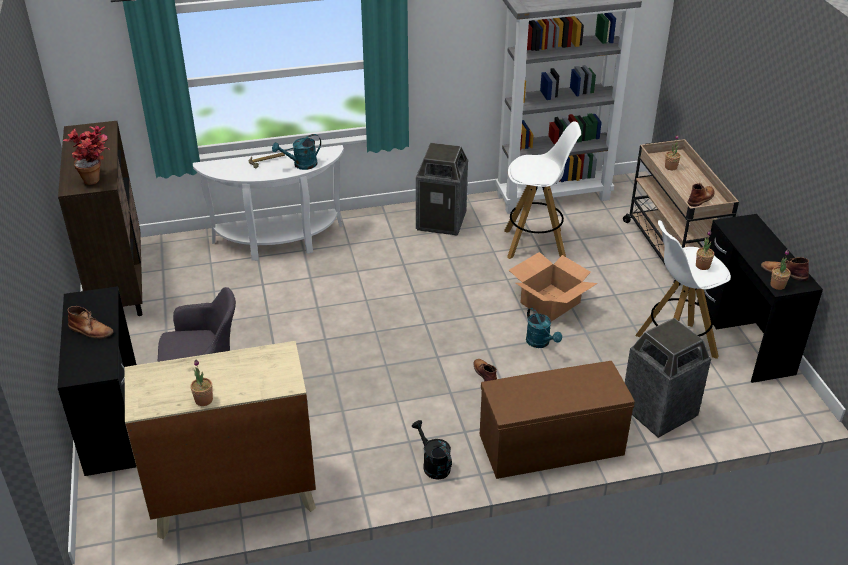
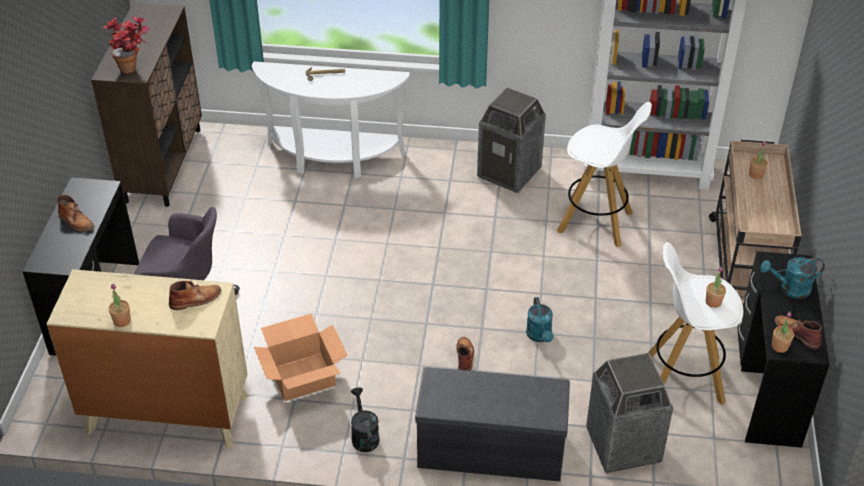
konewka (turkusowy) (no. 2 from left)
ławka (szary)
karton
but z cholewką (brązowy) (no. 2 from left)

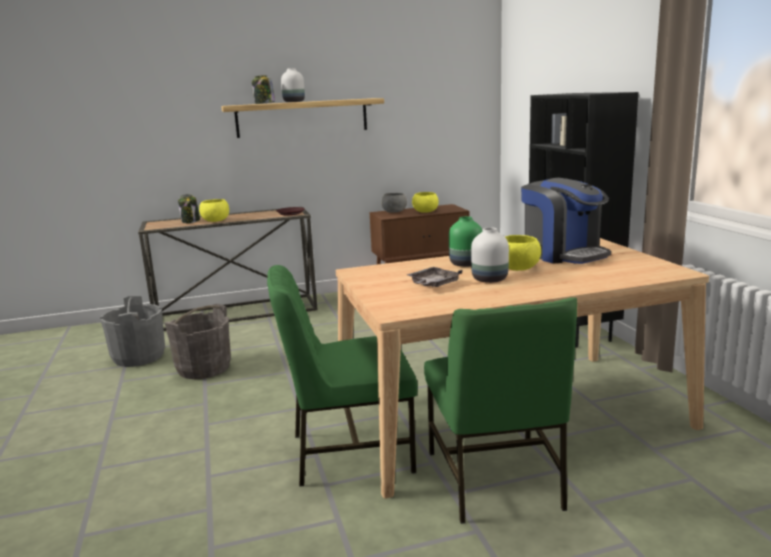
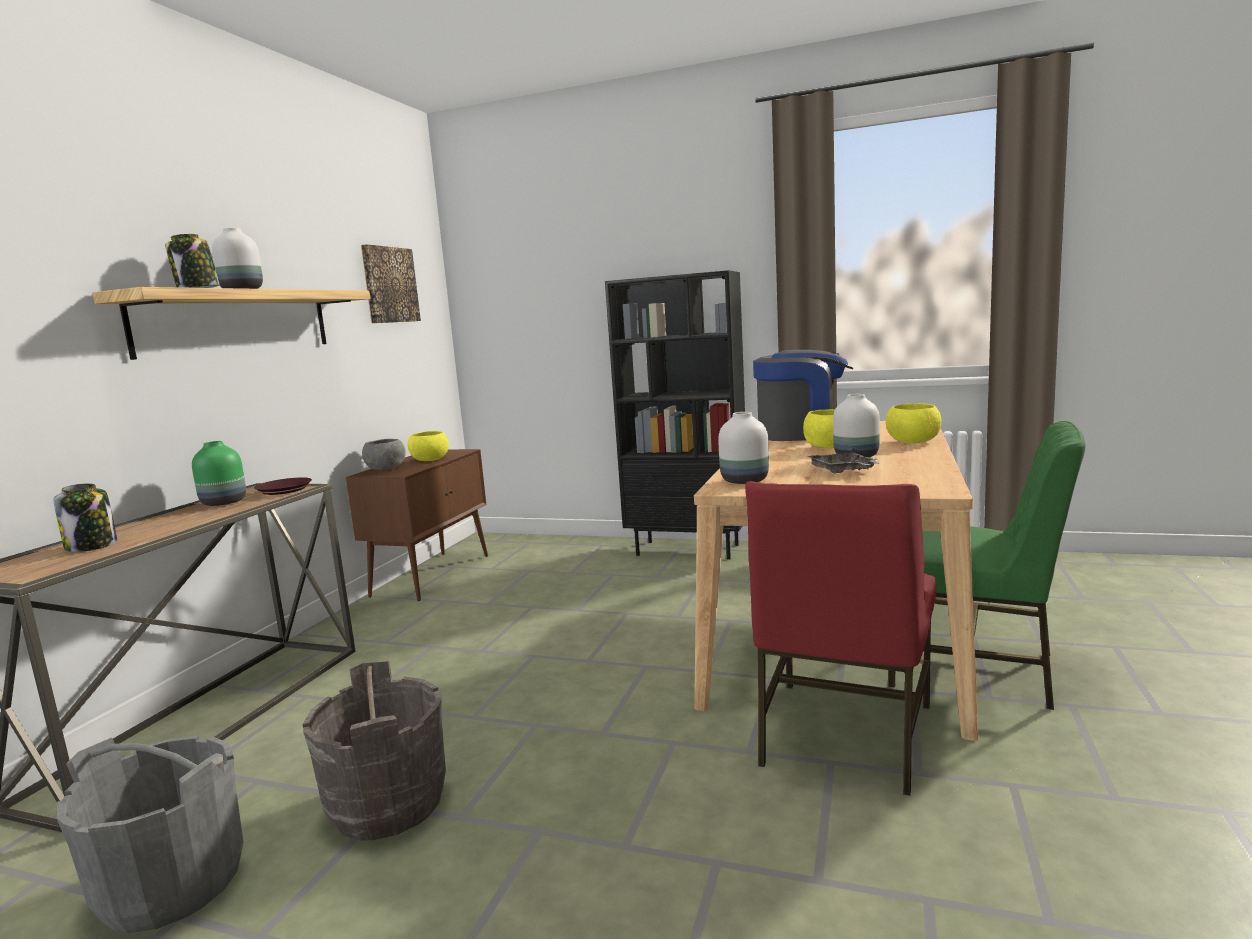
miska (żółty) (no. 3 from left)
krzesło (czerwony)
wazon (zielony)
obraz
wazon (biały) (no. 2 from left)

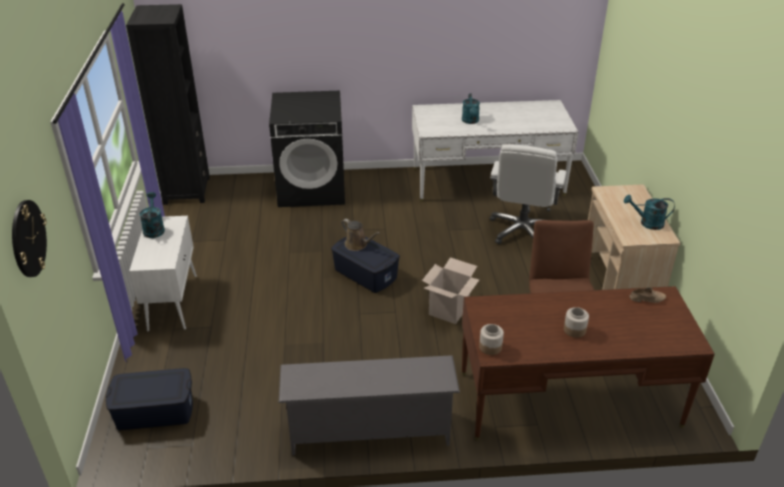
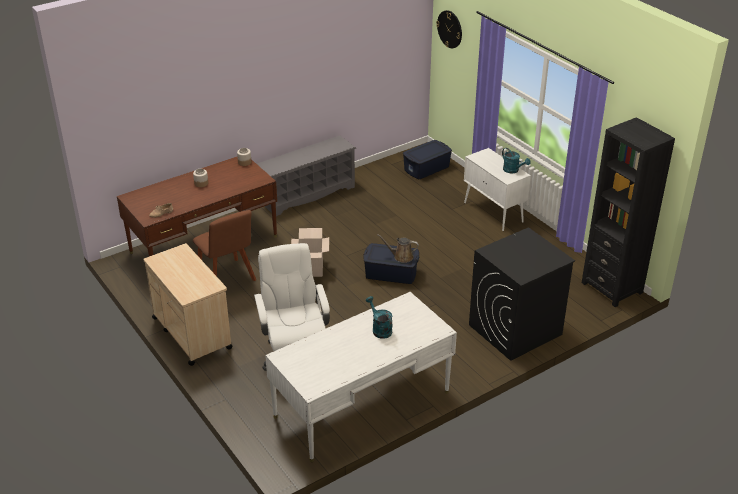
konewka (turkusowy) (no. 3 from left in the first image)

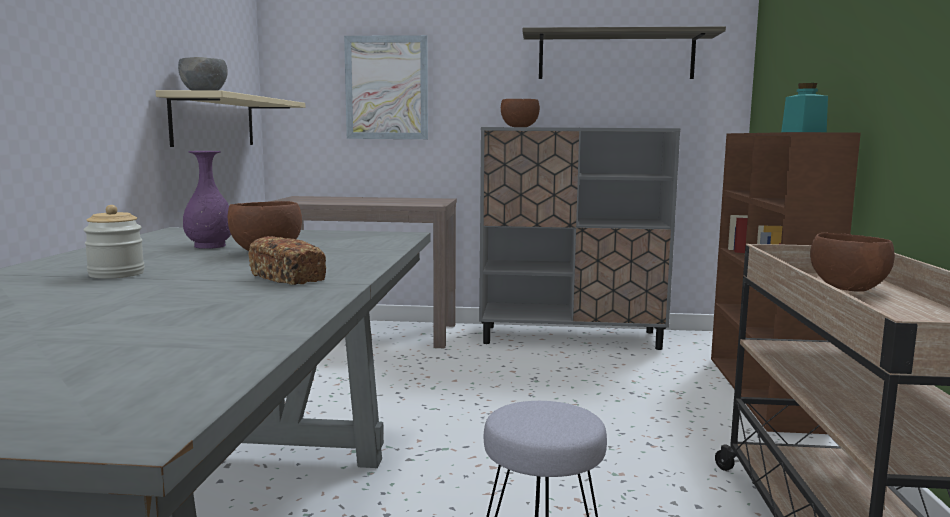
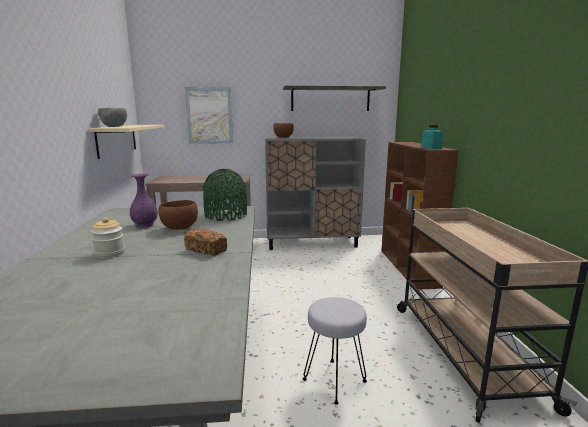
miska (brązowy) (no. 3 from left in the first image)
wazon (zielony)

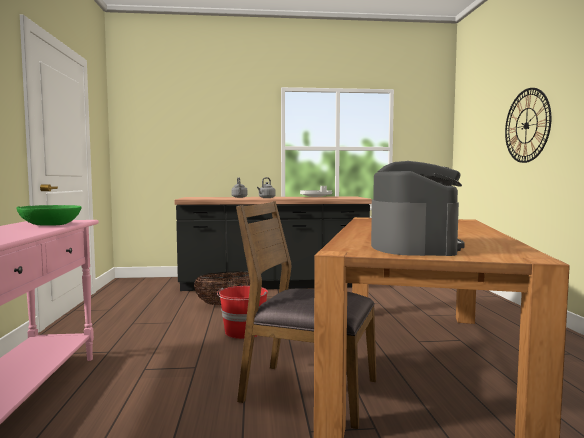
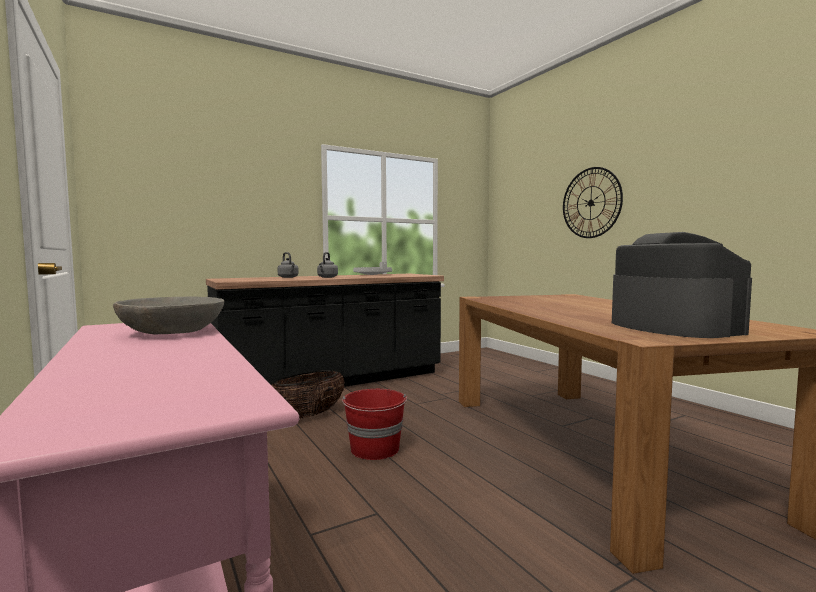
miska (szary)
krzesło (brązowy)

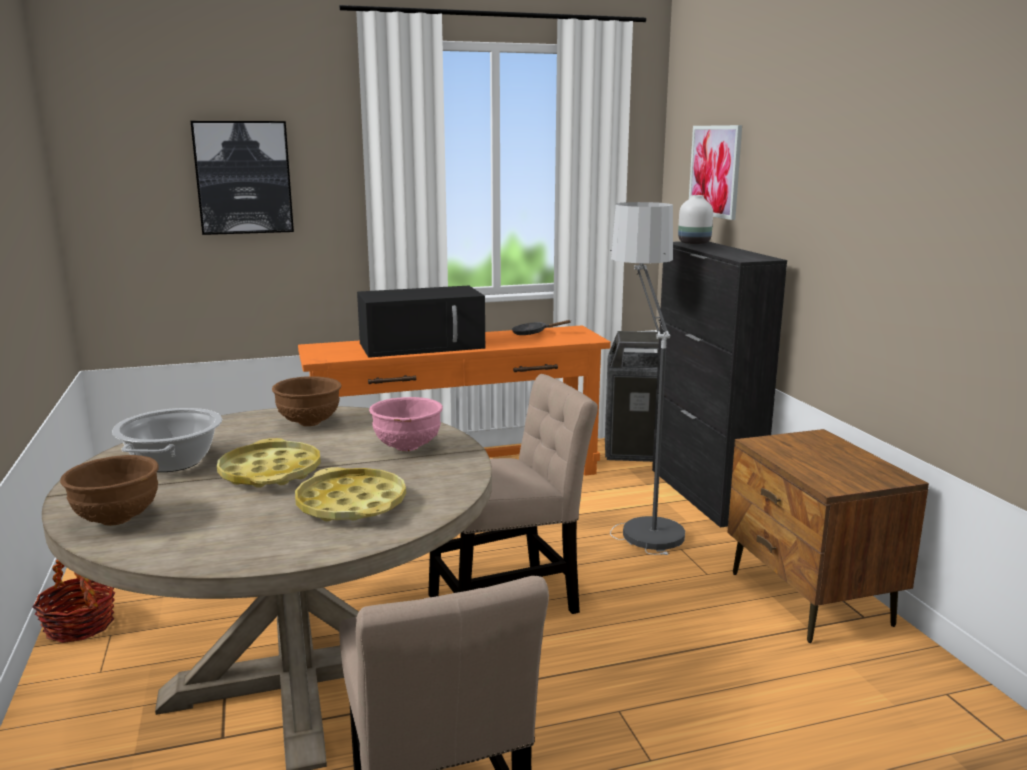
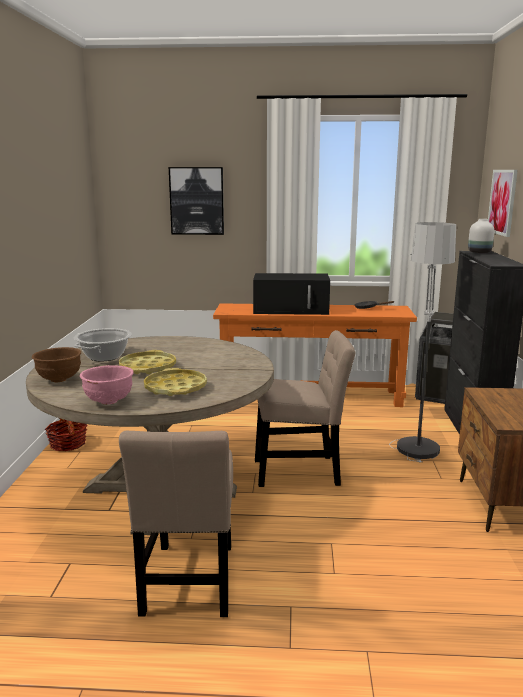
miska (brązowy) (no. 2 from left in the first image)
miska (różowy)

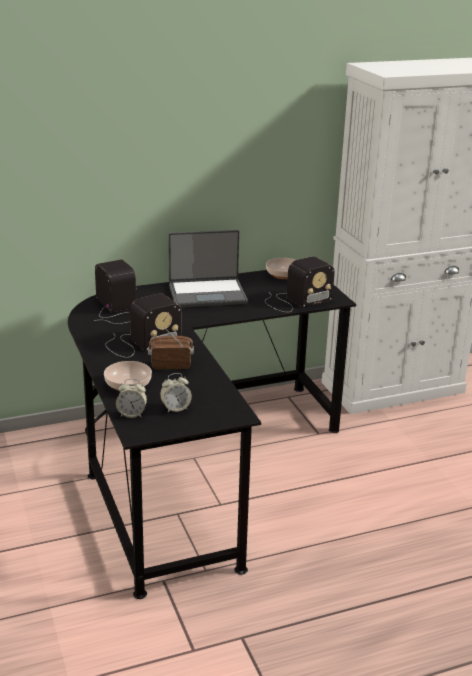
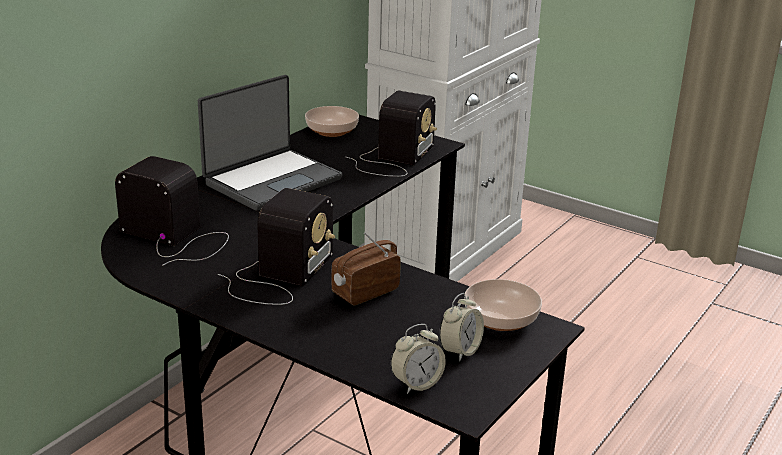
miska (no. 2 from left)

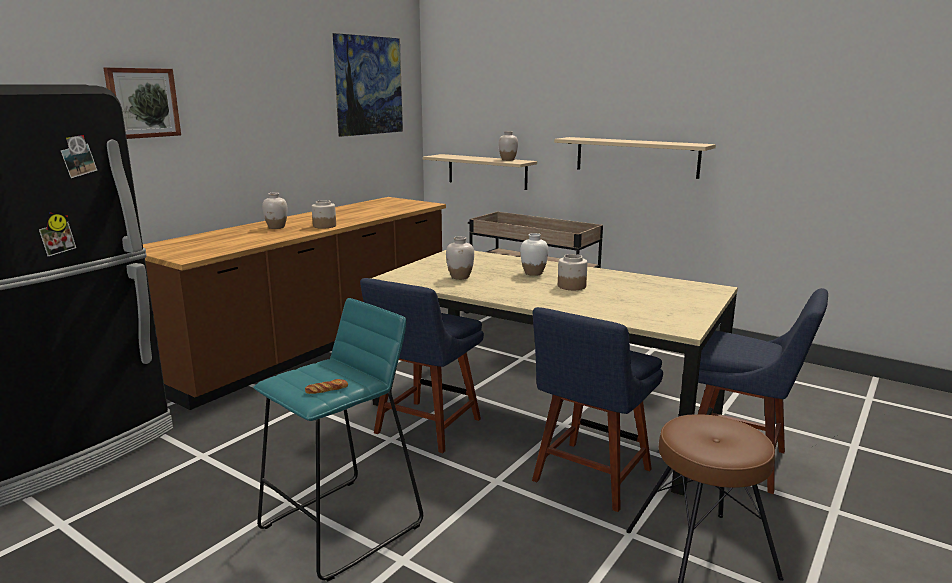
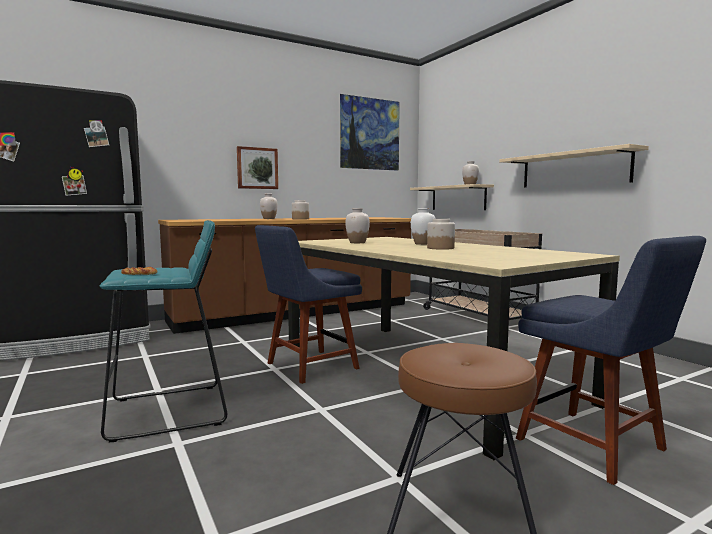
obraz (no. 1 from left)
krzesło (niebieski) (no. 2 from left in the first image)

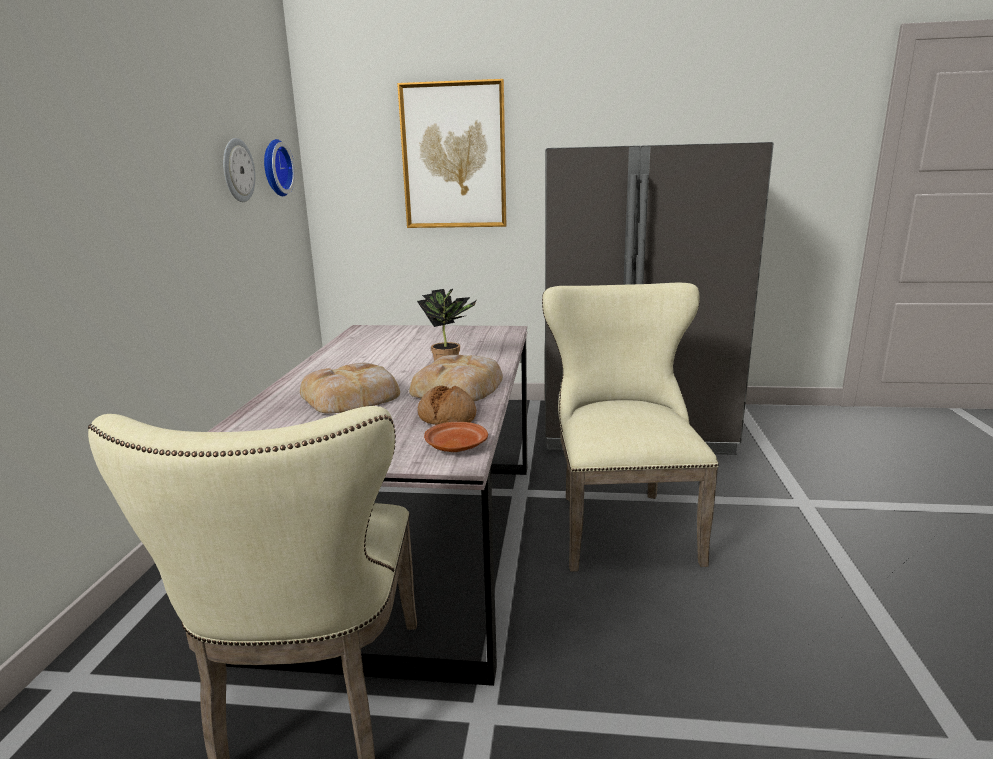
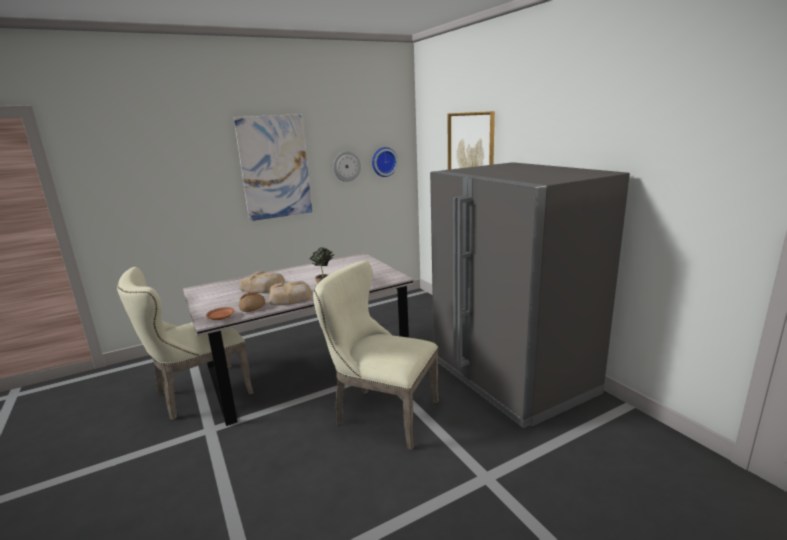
krzesło (beżowy) (no. 2 from left)
obraz (no. 1 from left)

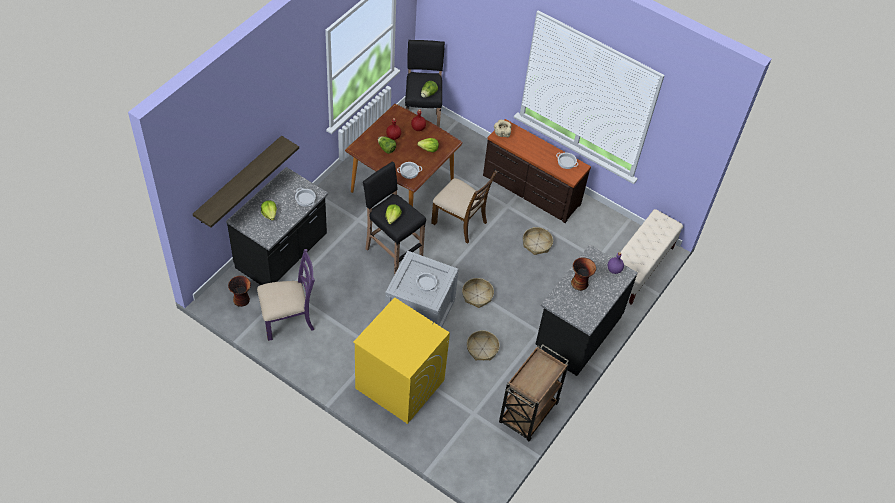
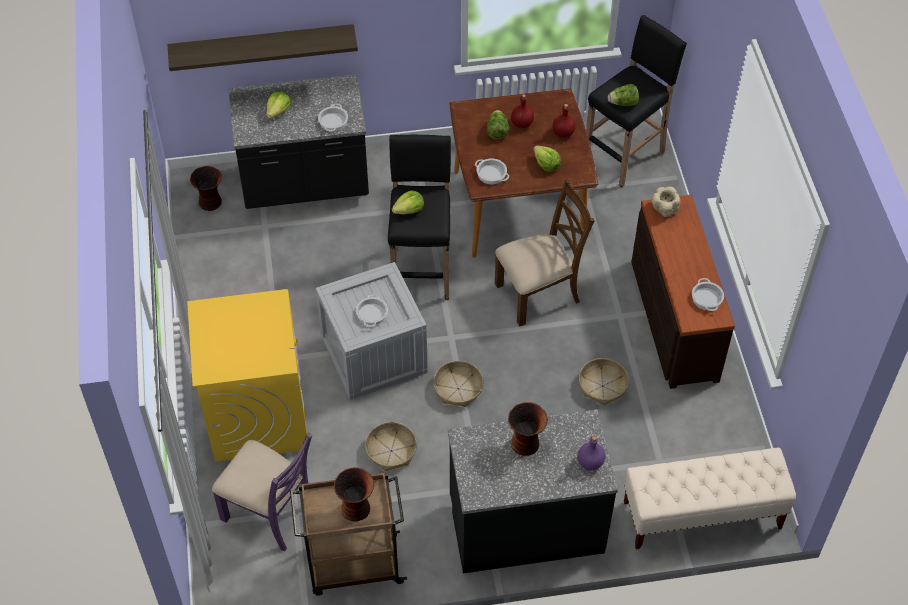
krzesło (fioletowy)
krzesło (brązowy)
wazon (no. 2 from left)

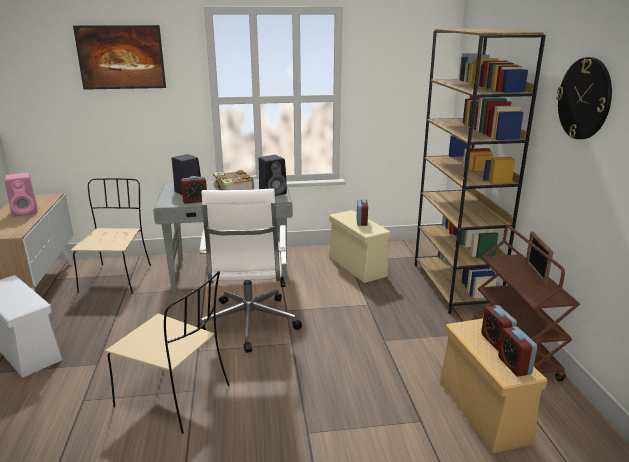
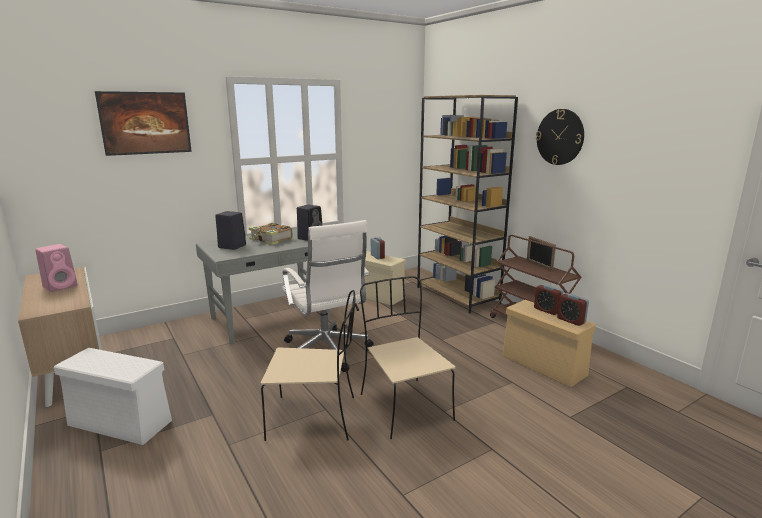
krzesło (beżowy) (no. 2 from left)
budzik (no. 1 from left in the first image)

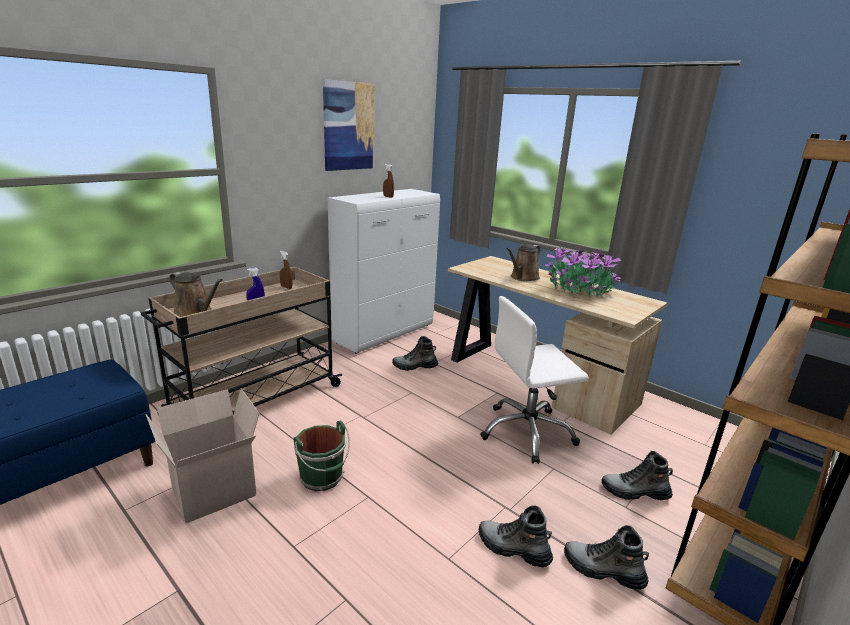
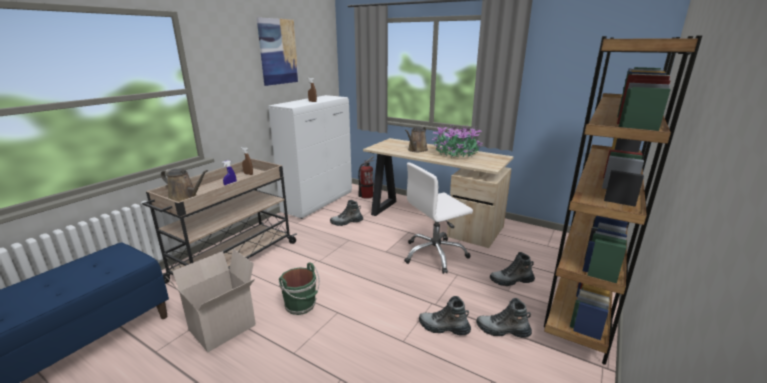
gaśnica

